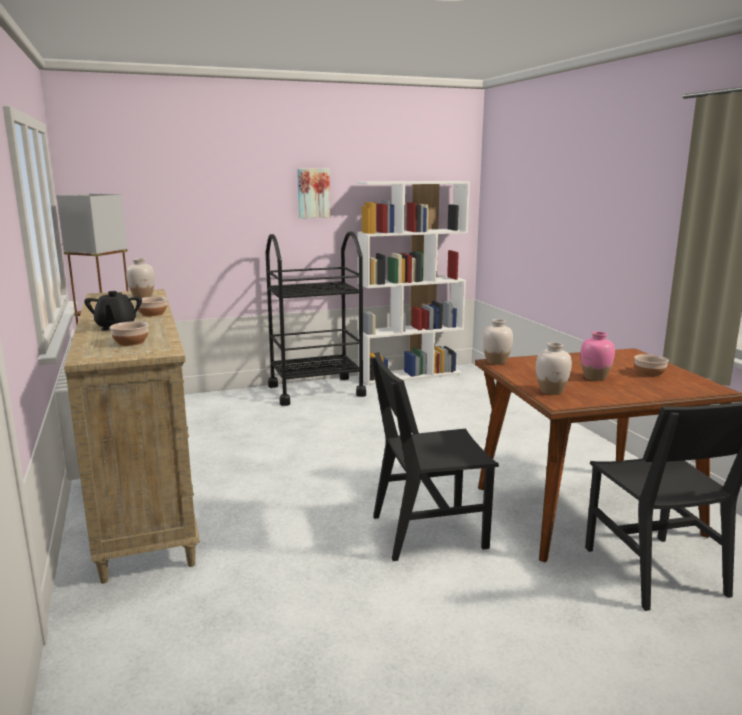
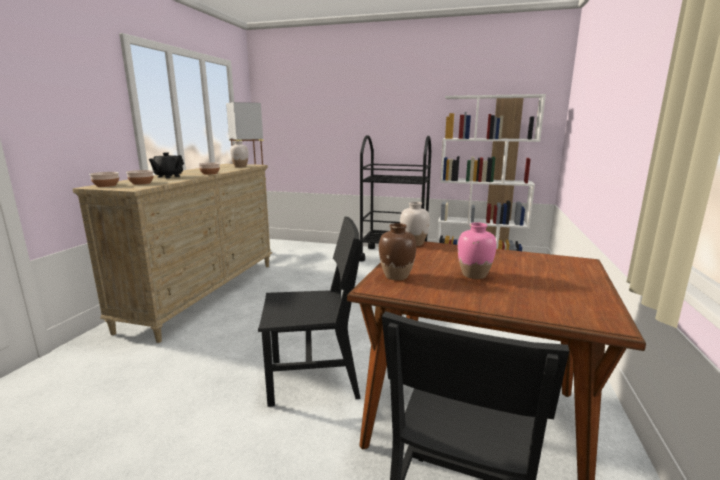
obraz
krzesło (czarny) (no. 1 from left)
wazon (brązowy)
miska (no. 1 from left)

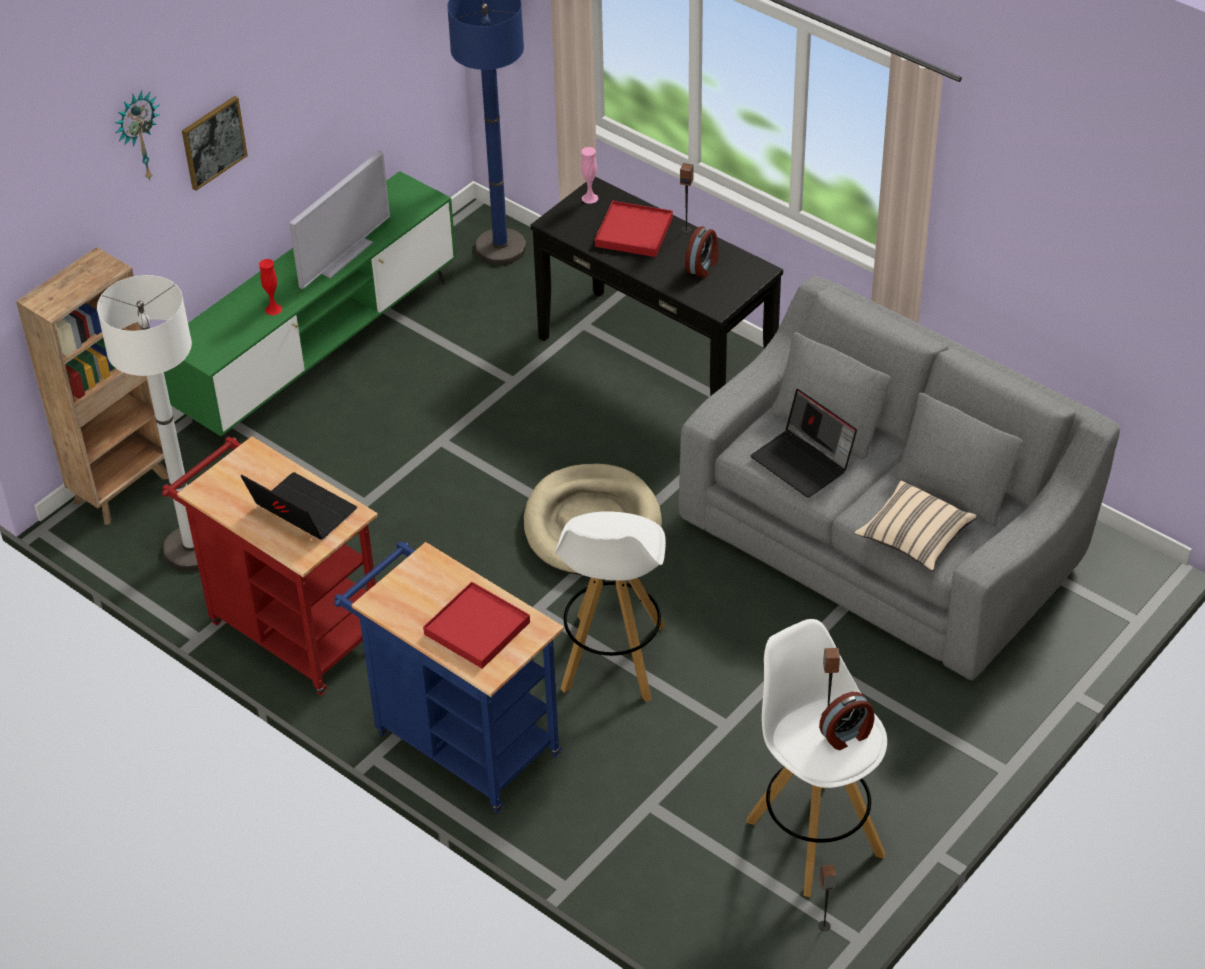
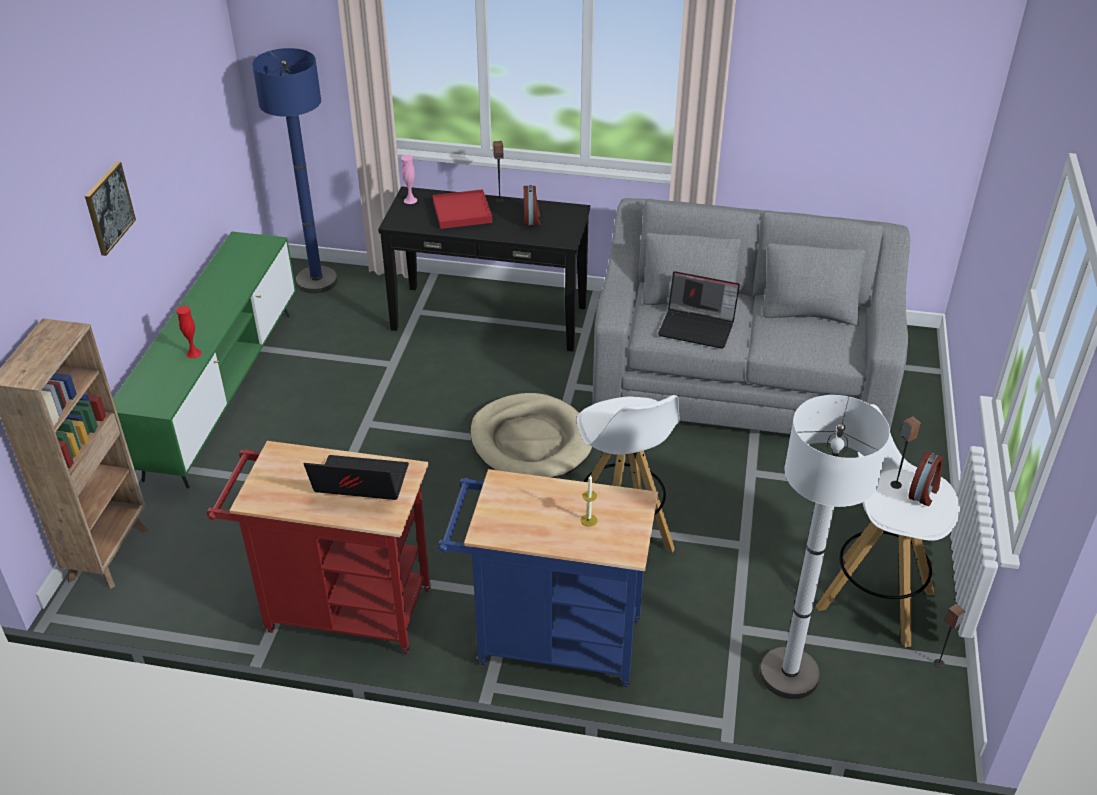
lampa stojąca (biały)
zegar ścienny
telewizor
świeca
poduszka (beżowy)

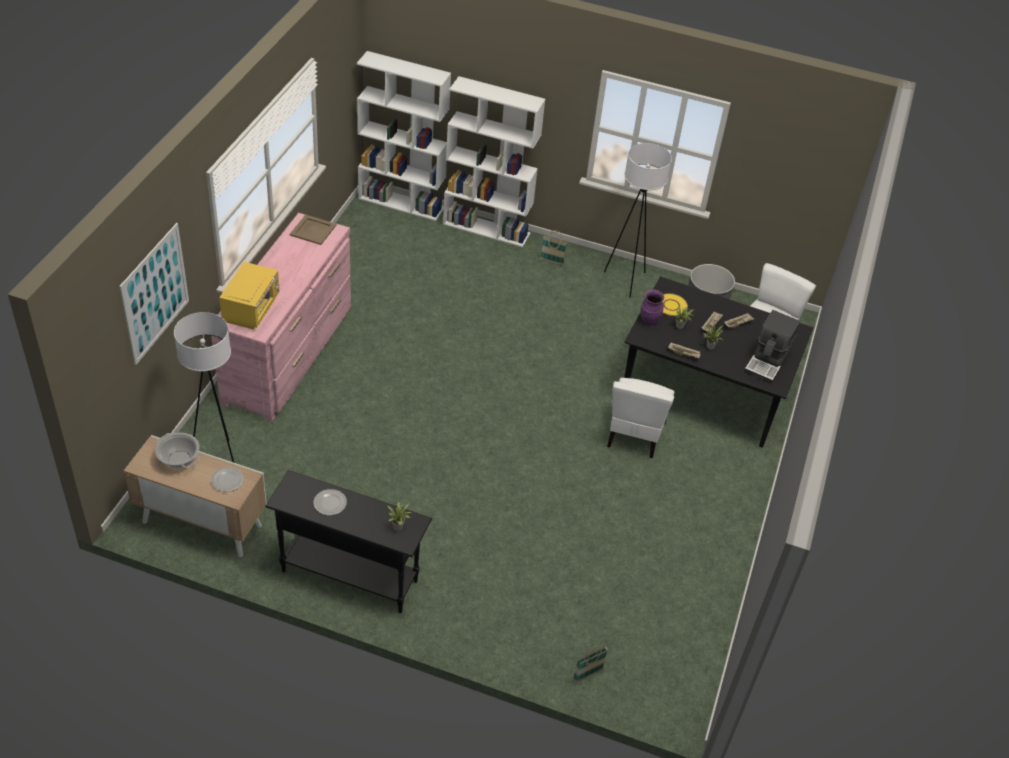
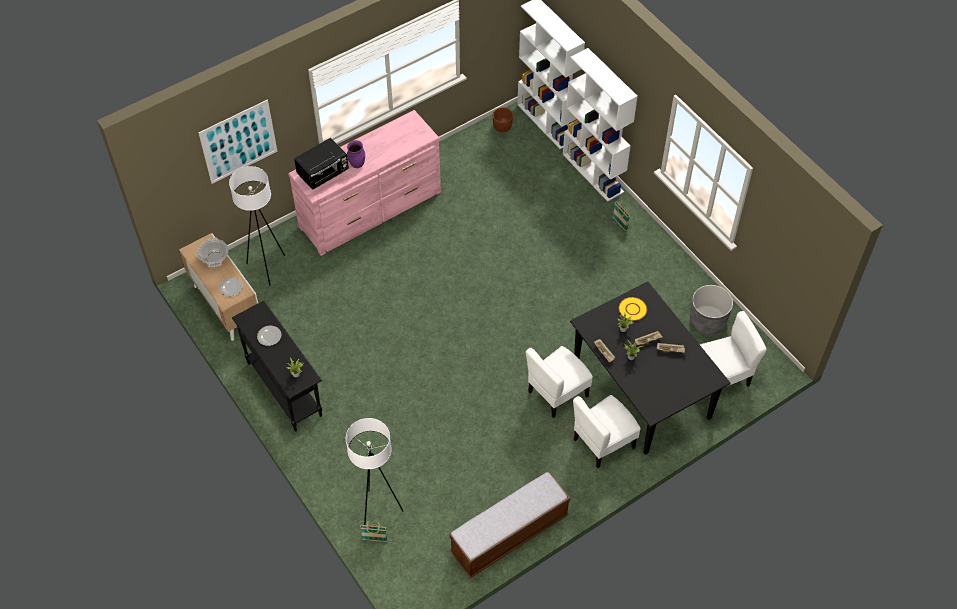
mikrofalówka (czarny)
taca (beżowy) (no. 1 from left in the first image)
lampa stojąca (biały) (no. 2 from left)
wazon (fioletowy)
ekspres do kawy
ławka
donica (brązowy)
krzesło (biały) (no. 2 from left)

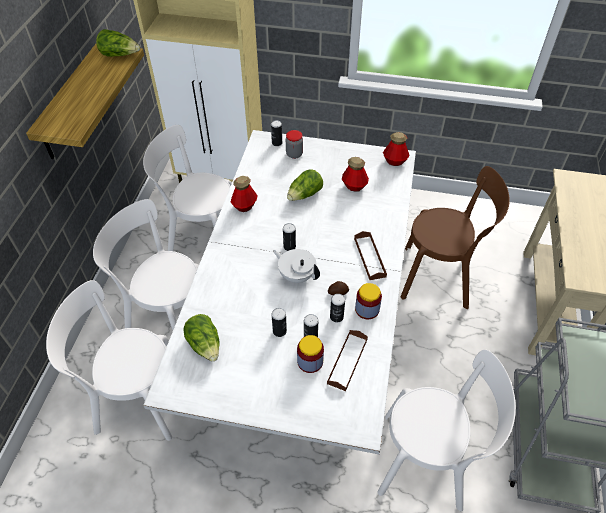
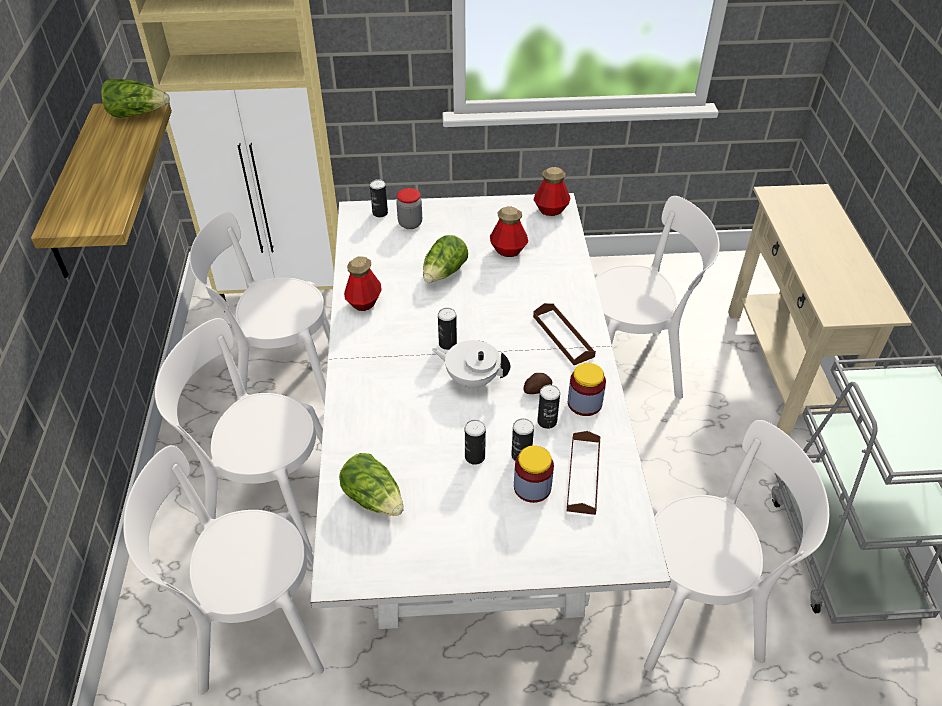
krzesło (biały) (no. 4 from left)

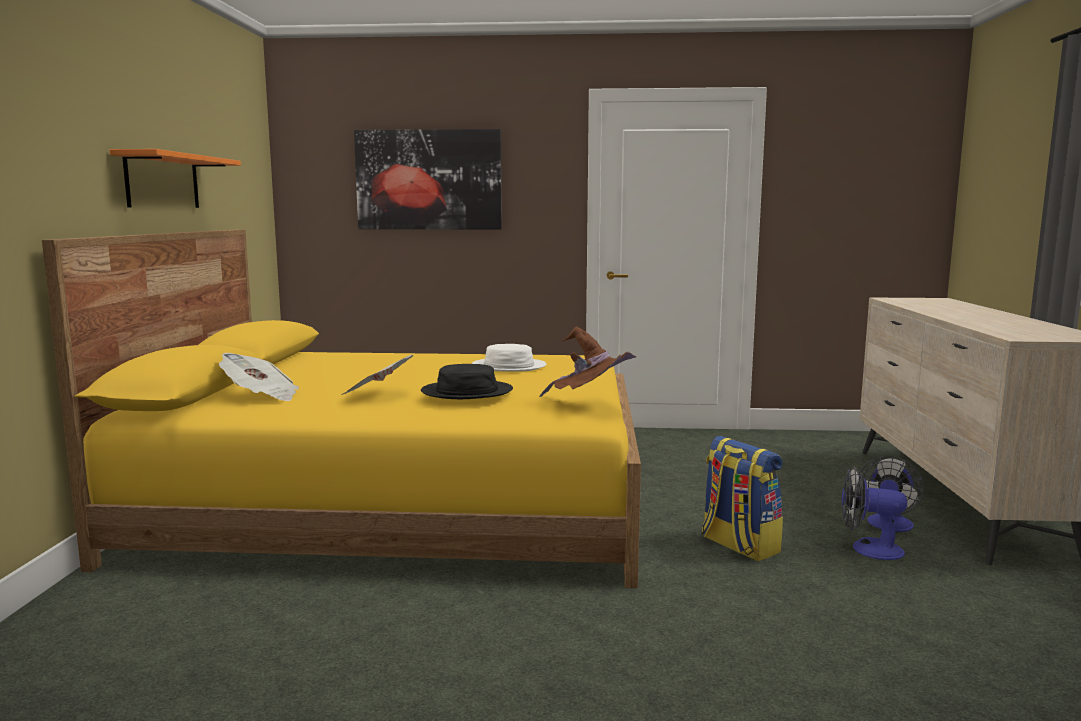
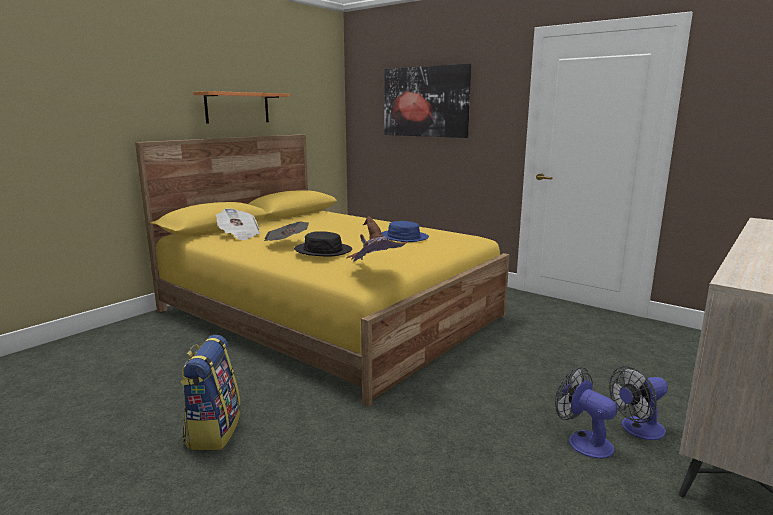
kapelusz (niebieski)
plecak

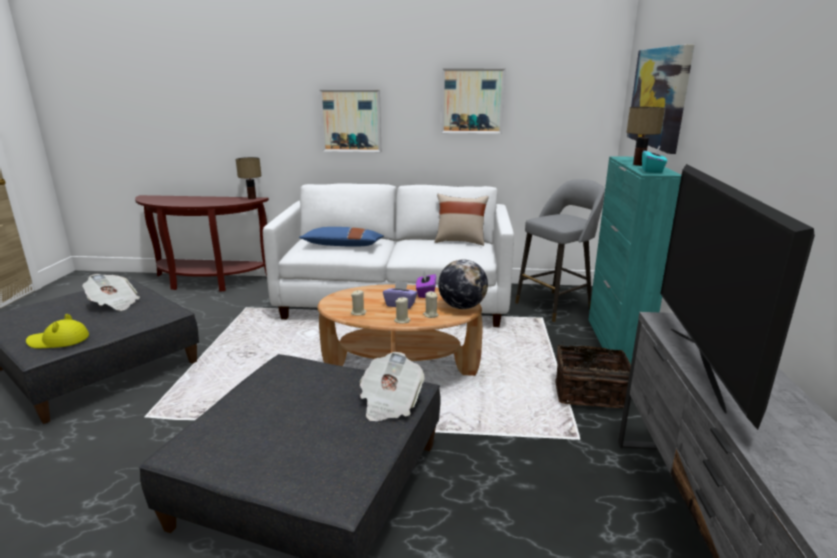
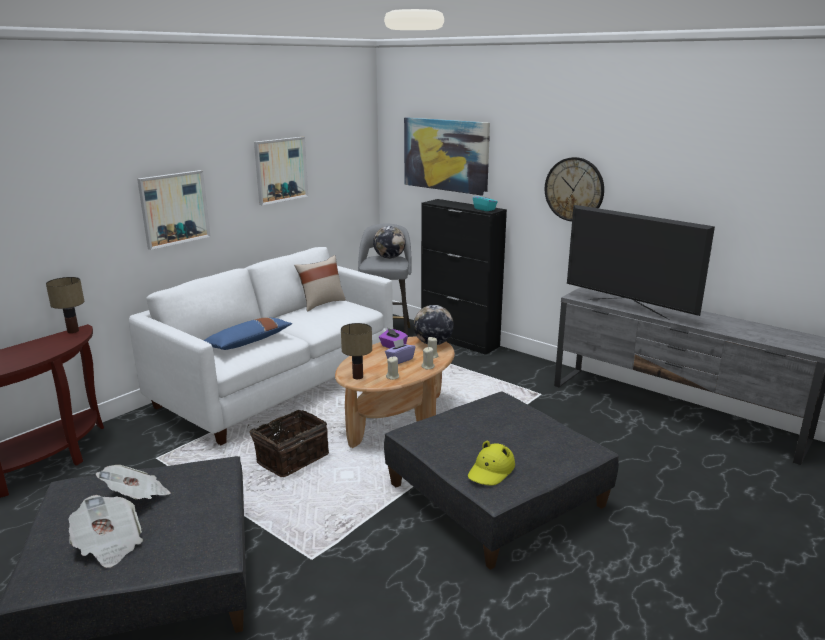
kapelusz (żółty)
gazeta (no. 1 from left)
koszyk
szafka (czarny)
lampa stołowa (no. 2 from left)
globus (no. 1 from left)
zegar ścienny

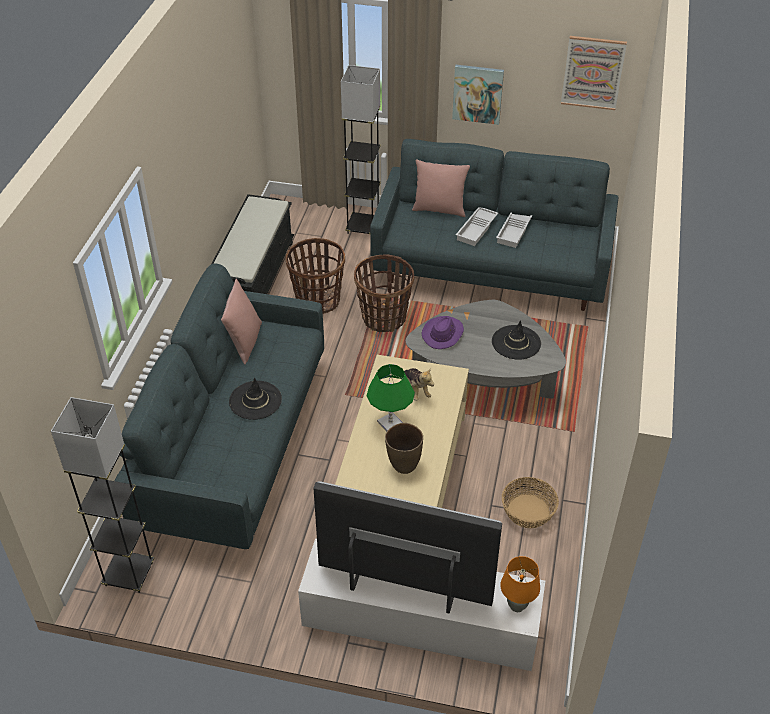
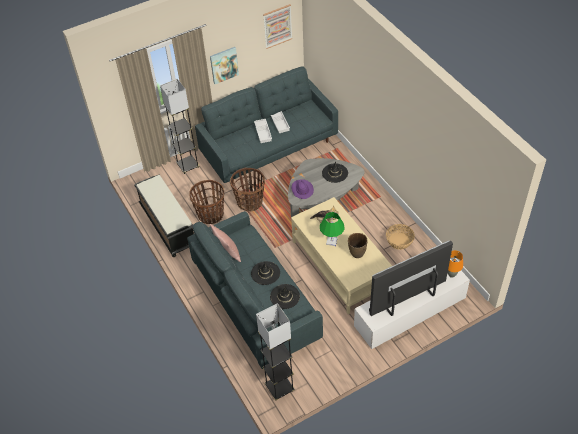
poduszka (różowy) (no. 2 from left in the first image)
kapelusz (czarny) (no. 2 from left)

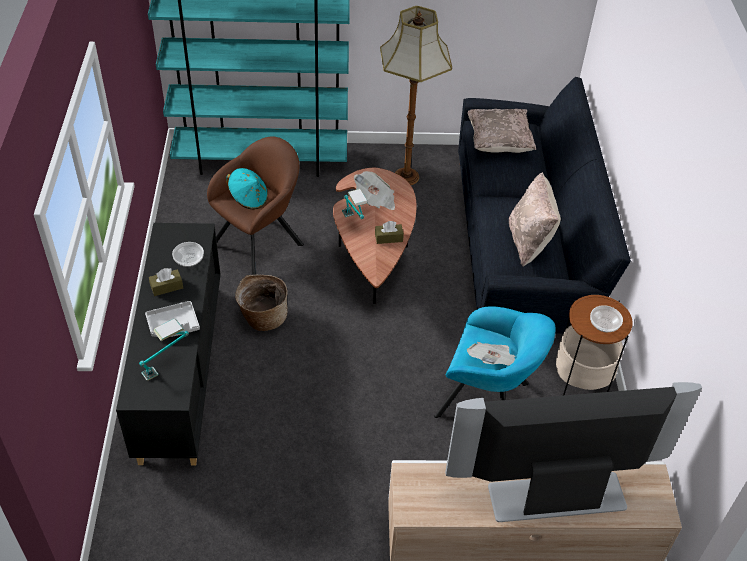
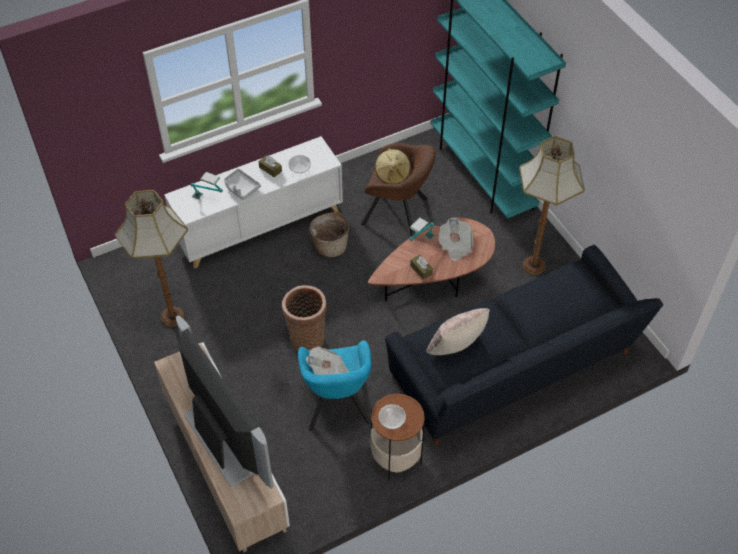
szafka (biały)
kapelusz (beżowy)
poduszka (beżowy) (no. 1 from left in the first image)
lampa stojąca (no. 1 from left)
koszyk (no. 1 from left)

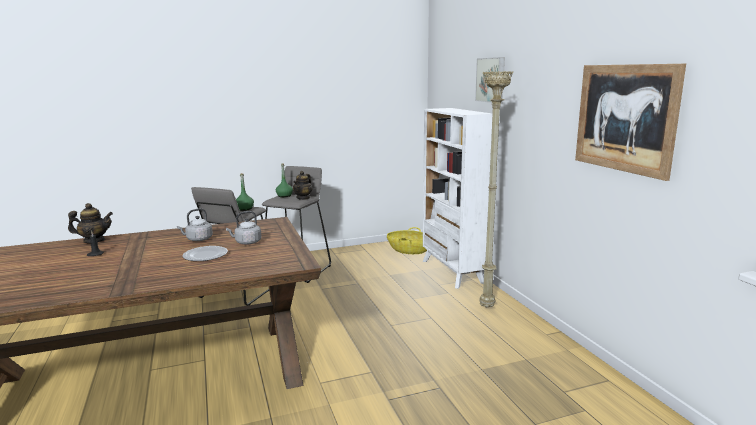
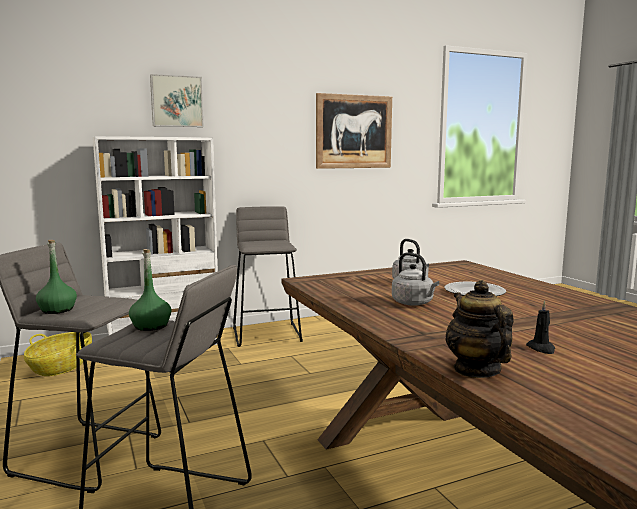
imbryk (no. 2 from left in the first image)
stołek (szary) (no. 3 from left)

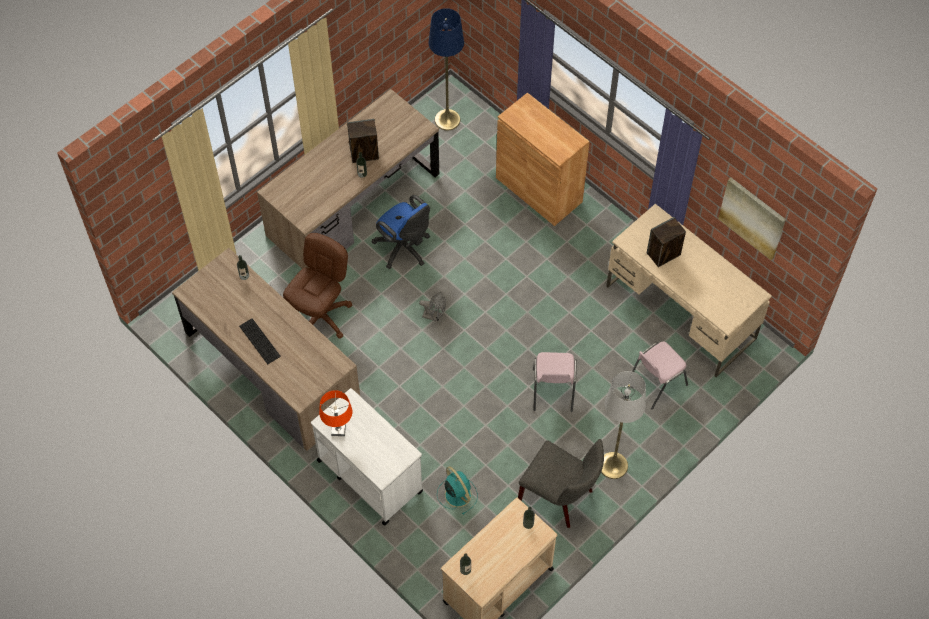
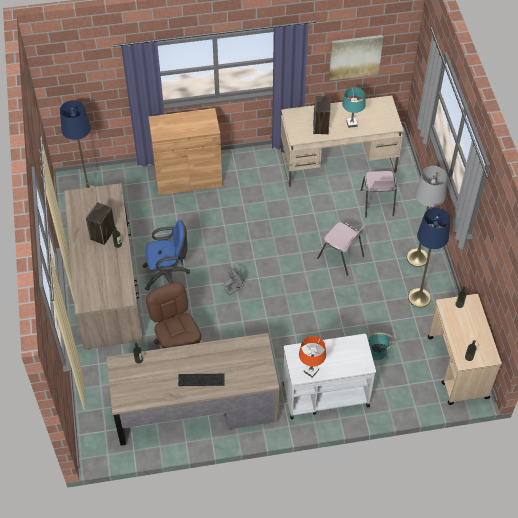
lampa stojąca (niebieski) (no. 2 from left)
lampa stołowa (turkusowy)

